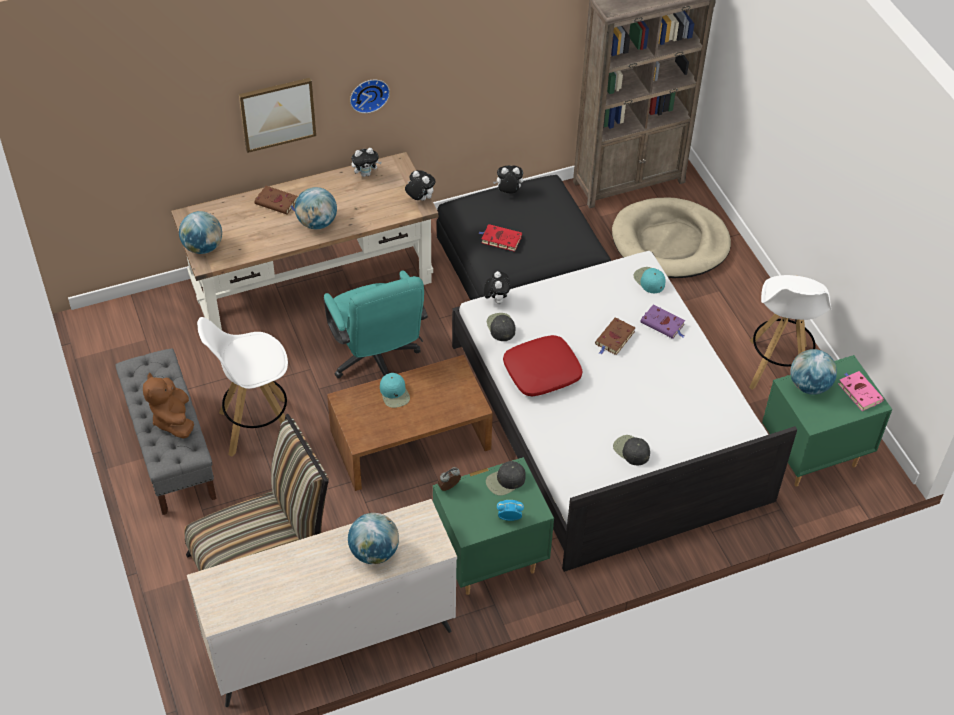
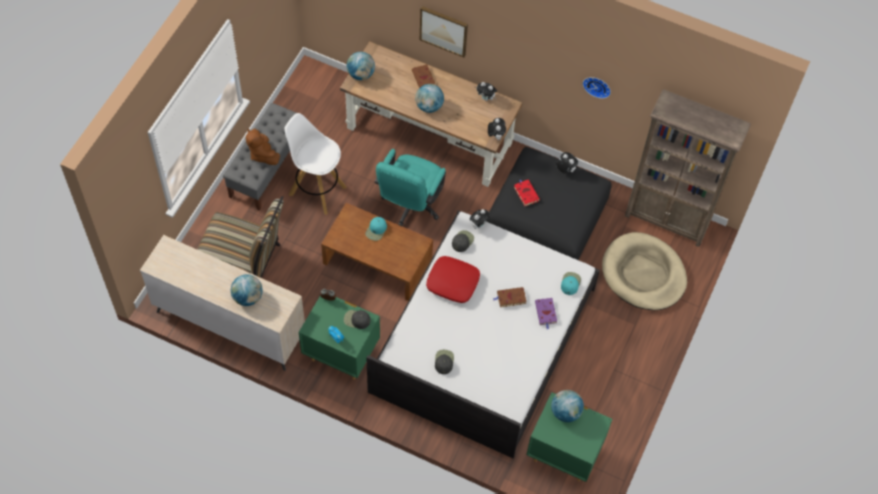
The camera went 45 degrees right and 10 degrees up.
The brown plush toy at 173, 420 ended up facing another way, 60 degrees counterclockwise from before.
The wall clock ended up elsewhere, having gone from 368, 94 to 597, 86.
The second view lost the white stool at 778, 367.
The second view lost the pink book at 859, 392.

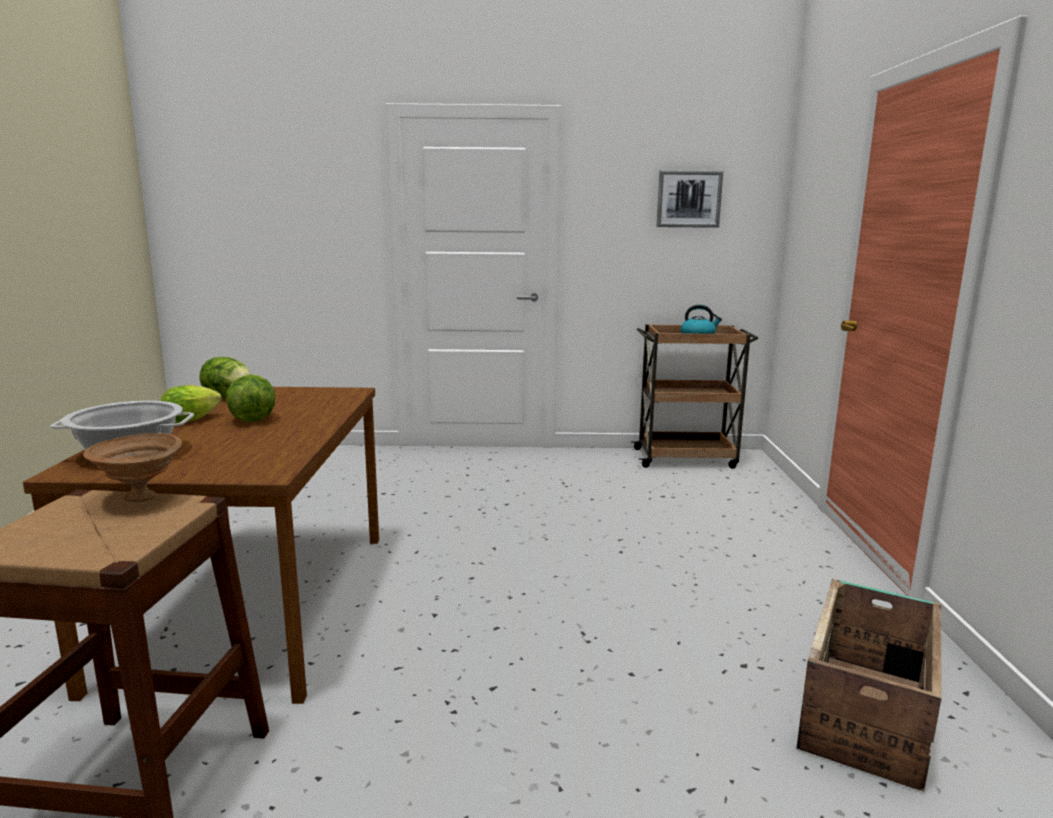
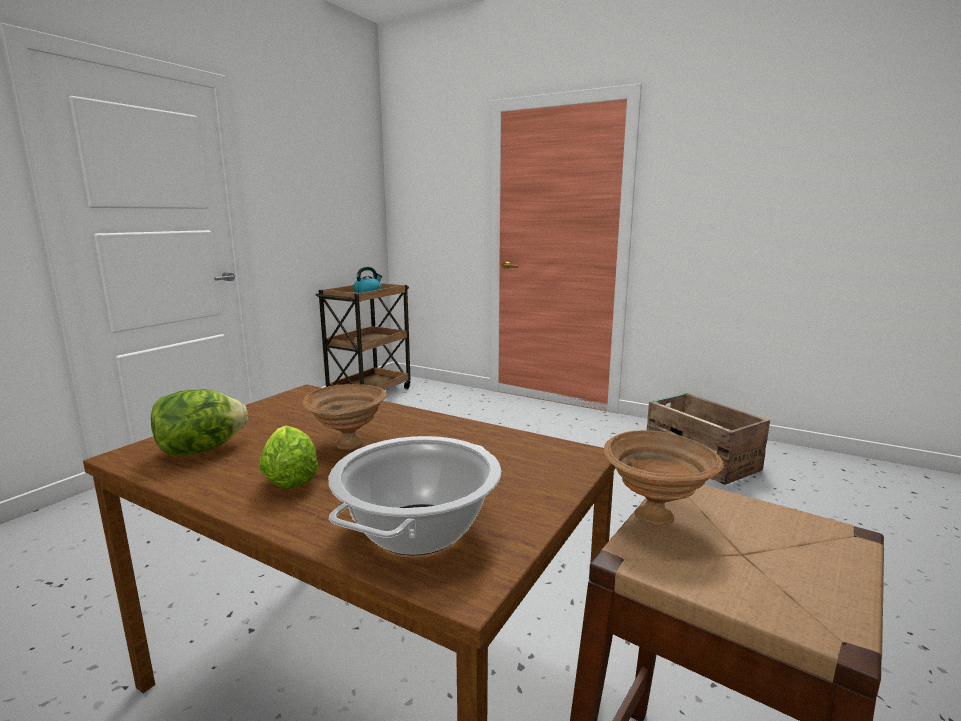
The camera went 60 degrees left and 0 degrees up.
Where the lettuce stood at 253, 419, the brown bowl came to stand at 349, 445.
The second view lost the picture at 689, 199.

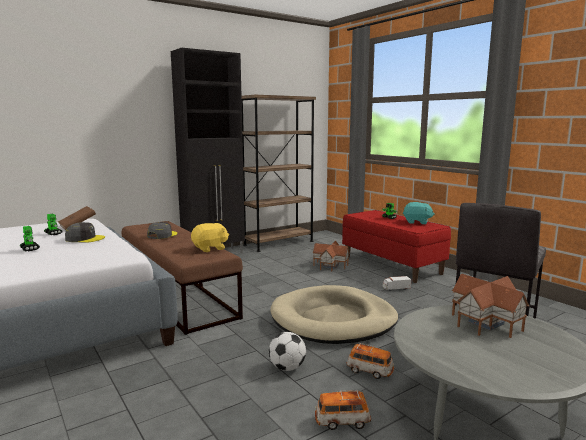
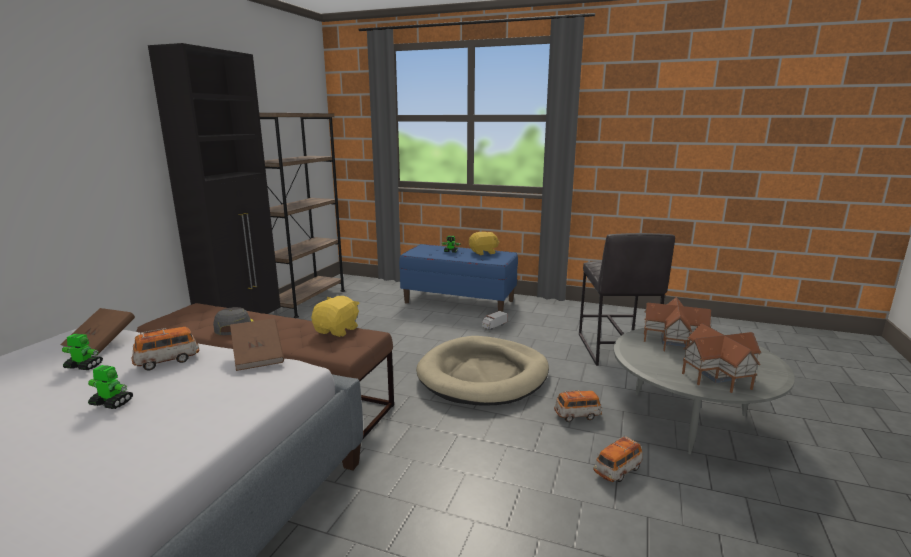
The camera went 35 degrees left and 5 degrees up.
Where the grey cap stood at 85, 238, the toy car came to stand at 167, 361.
The second view gained the brown book at 258, 357.
What was the red bench at 392, 265 turned into the blue bench at 459, 301.
What was the turquoise plush toy at 417, 222 turned into the yellow plush toy at 483, 252.
The toy house ended up elsewhere, having gone from 331, 266 to 719, 375.
The second view lost the football at 287, 368.

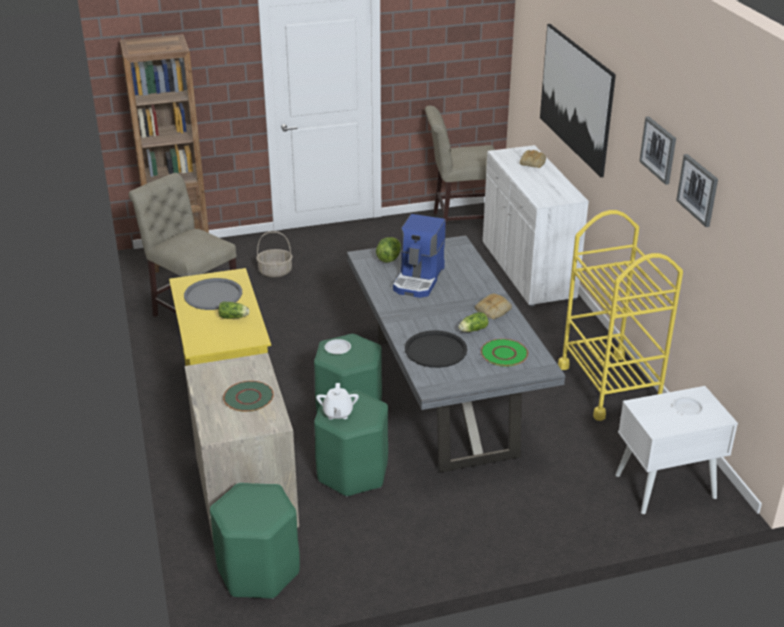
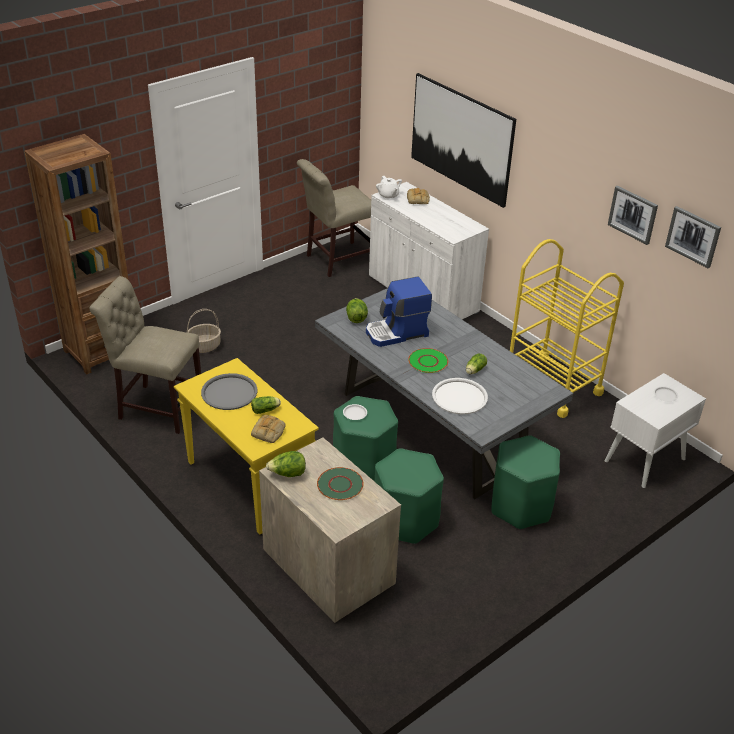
The camera went 25 degrees left and 5 degrees up.
The bread ended up elsewhere, having gone from 493, 310 to 268, 432.
The second view gained the lettuce at 287, 474.
The coffee machine at 419, 279 ended up facing another way, 75 degrees clockwise from before.
The white teapot ended up elsewhere, having gone from 337, 413 to 388, 196.
The green plate ended up elsewhere, having gone from 503, 354 to 428, 361.
What was the black tray at 435, 350 turned into the white tray at 459, 397.
The green stool ended up elsewhere, having gone from 258, 572 to 520, 507.
The picture ended up elsewhere, having gone from 658, 150 to 693, 236.

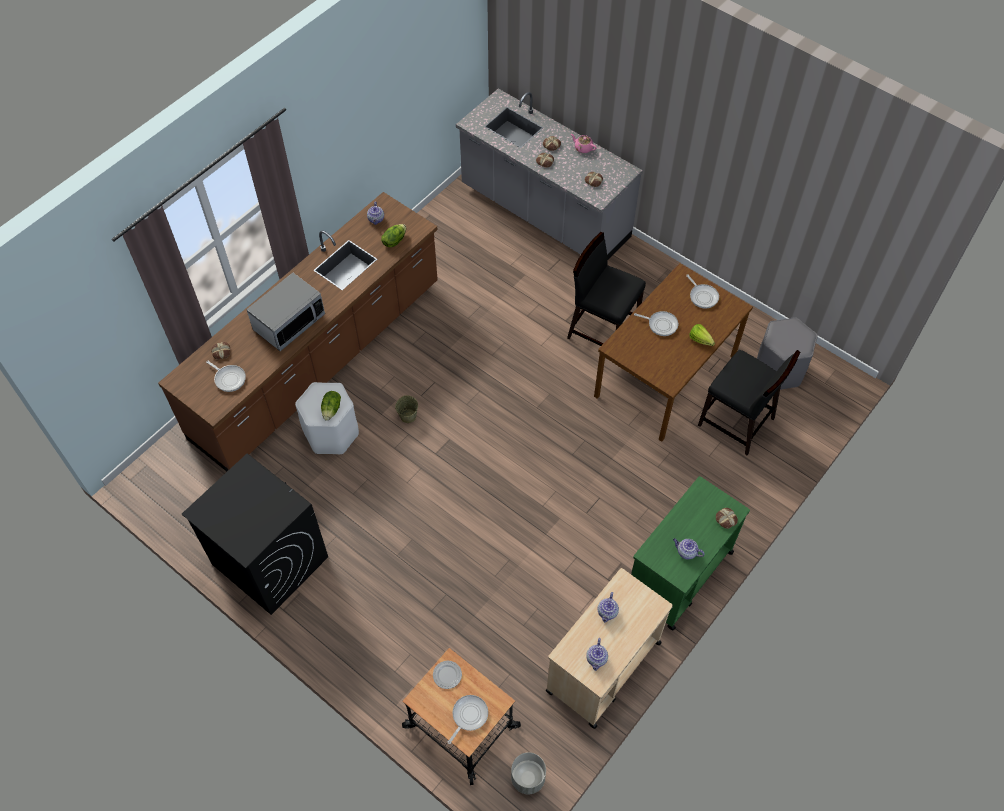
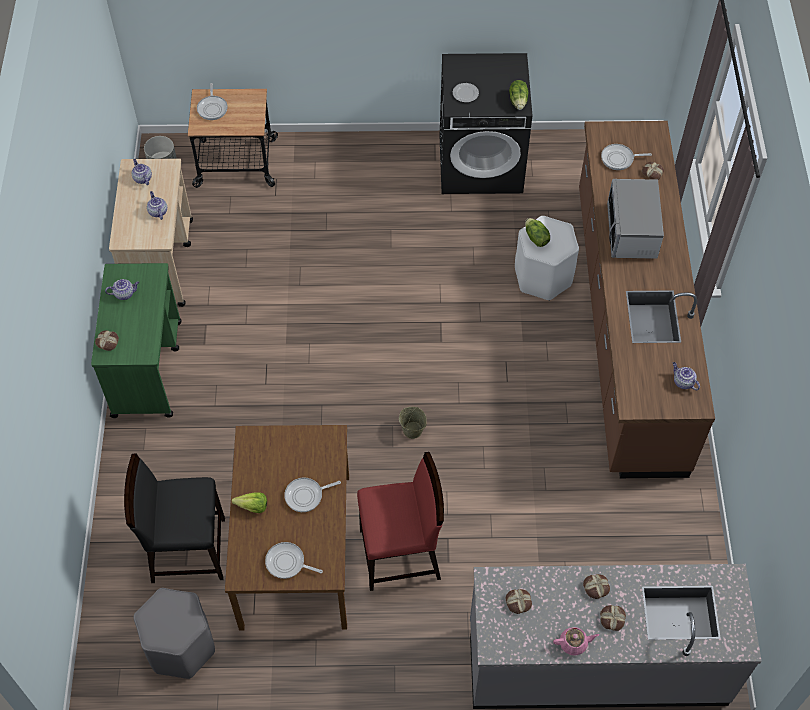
The camera went 140 degrees right and 0 degrees up.
What was the black chair at 602, 330 turned into the red chair at 401, 554.
The beige bucket ended up elsewhere, having gone from 408, 416 to 412, 430.
The plate ended up elsewhere, having gone from 447, 675 to 465, 93.
The lettuce ended up elsewhere, having gone from 394, 241 to 518, 101.

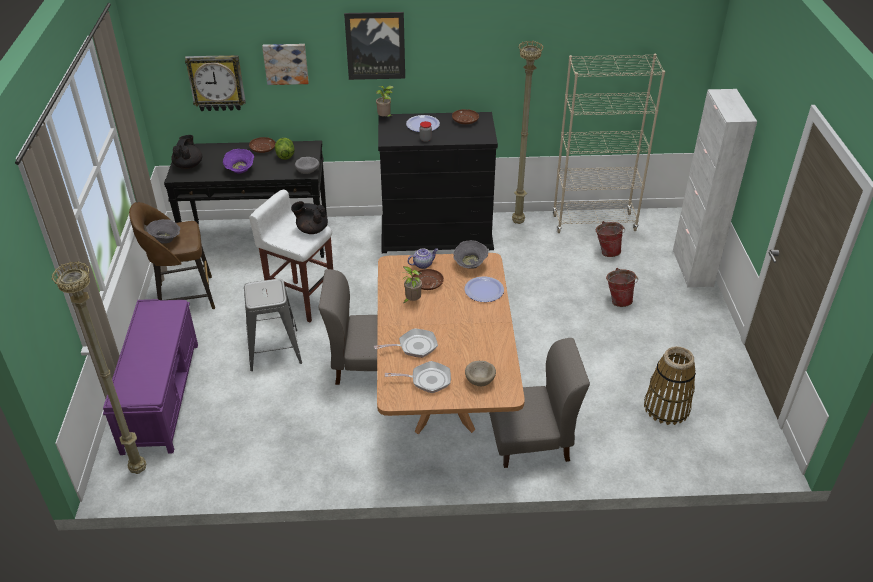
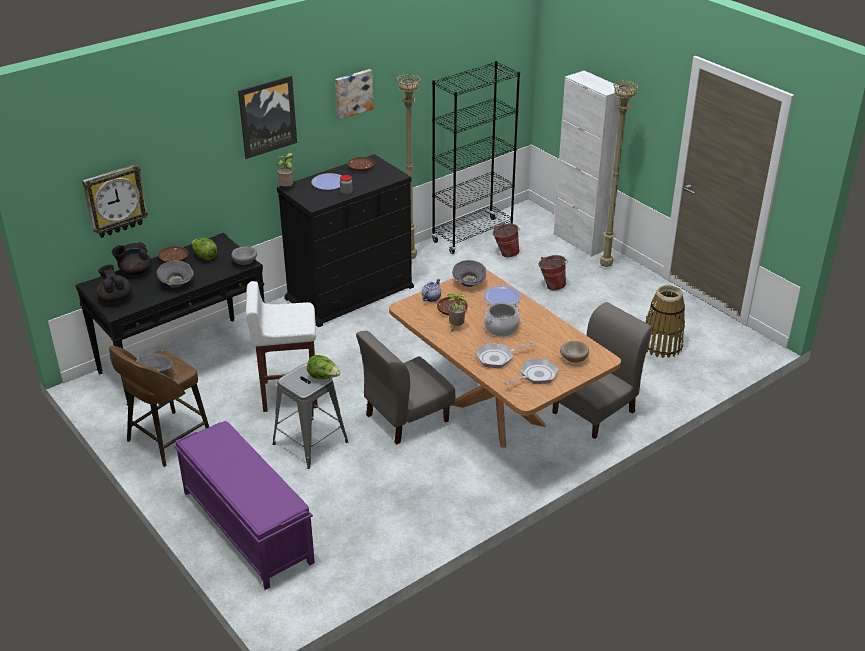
The camera went 35 degrees left and 5 degrees down.
The black teapot ended up elsewhere, having gone from 312, 229 to 135, 272.
What was the purple bowl at 240, 170 turned into the grey bowl at 177, 284.
The second view gained the lettuce at 323, 377.
The picture ended up elsewhere, having gone from 286, 63 to 353, 93.
What was the beige bookcase at 594, 223 turned into the black bookcase at 472, 236.
The frying pan at 414, 346 ended up facing another way, 150 degrees counterclockwise from before.
The second view gained the cooking pot at 501, 328.
The beige floor lamp ended up elsewhere, having gone from 139, 471 to 606, 266.

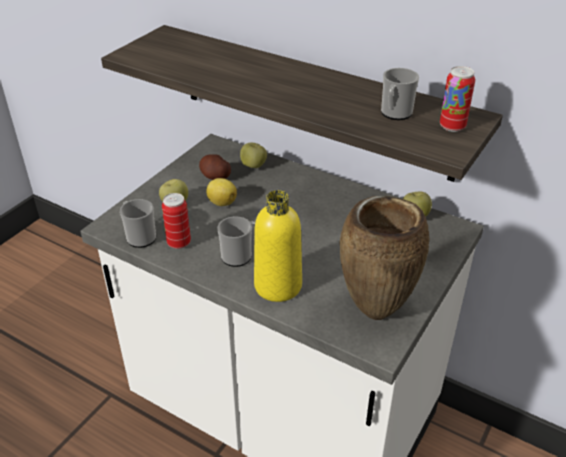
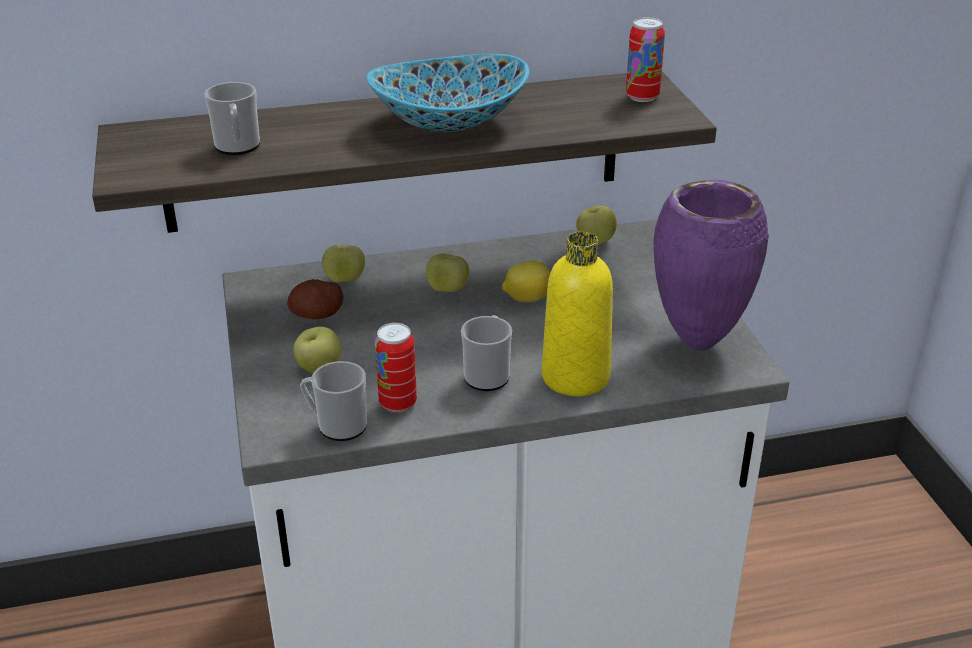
The camera went 45 degrees left and 5 degrees down.
The mug ended up elsewhere, having gone from 395, 114 to 238, 147.
The second view gained the bowl at 450, 122.
The second view gained the apple at 447, 290.
The lemon ended up elsewhere, having gone from 221, 202 to 526, 298.
What was the brown vase at 374, 311 turned into the purple vase at 696, 342.

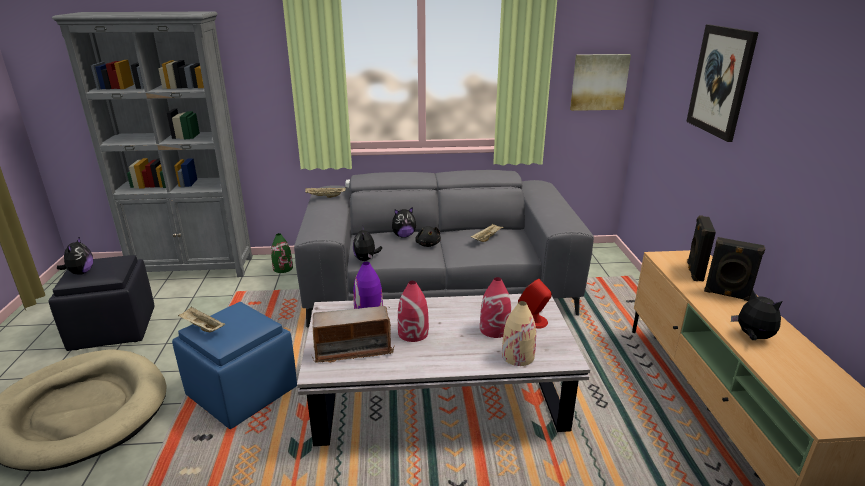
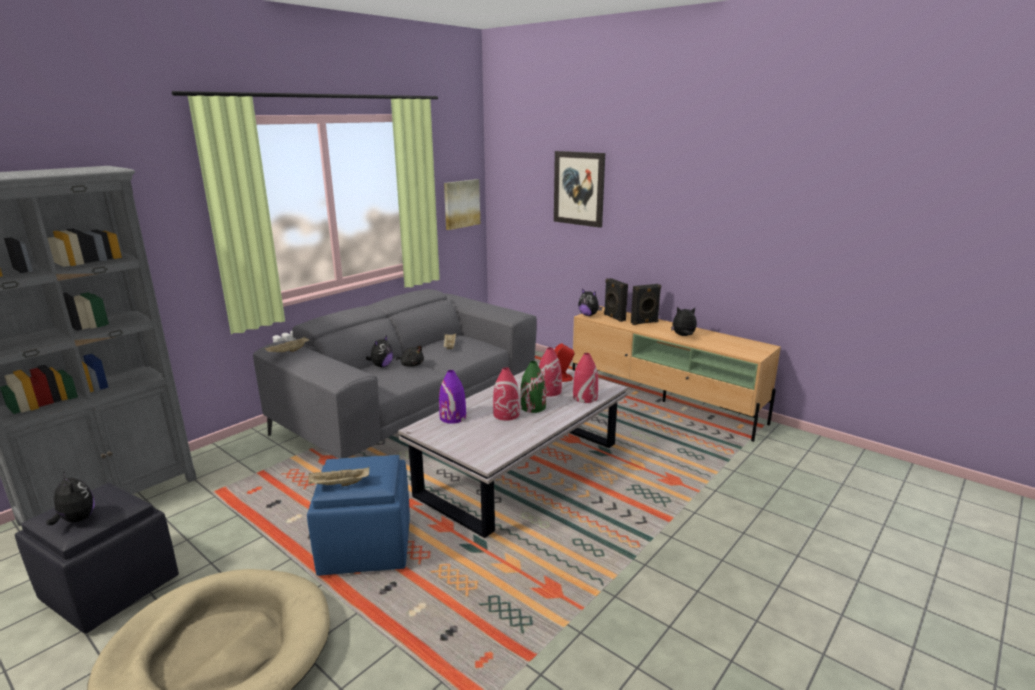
The camera went 45 degrees left and 5 degrees down.
The green vase ended up elsewhere, having gone from 283, 268 to 533, 407.
What was the beige vase at 517, 356 turned into the red vase at 585, 397.
The plush toy ended up elsewhere, having gone from 366, 259 to 588, 315.
The second view lost the radio at 353, 350.

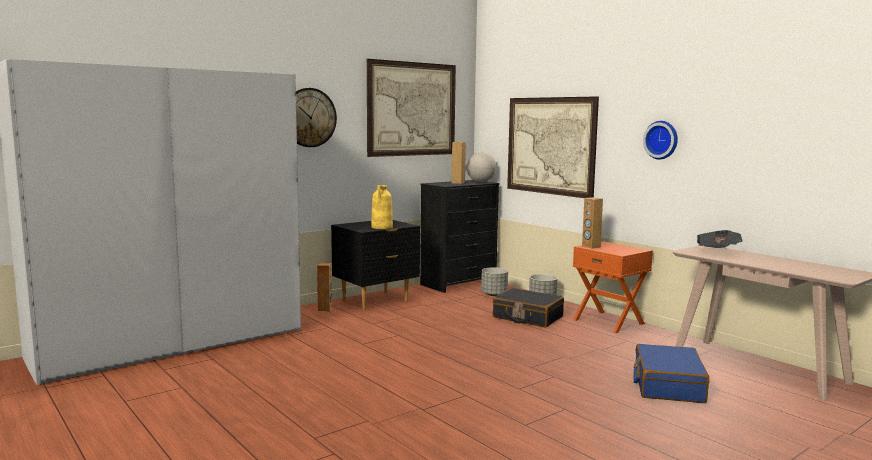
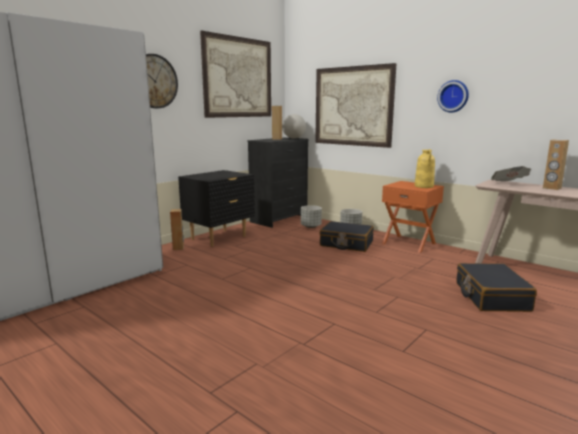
The camera went 10 degrees left and 5 degrees up.
The yellow vase ended up elsewhere, having gone from 382, 227 to 424, 186.
What was the blue suitcase at 667, 385 turned into the black suitcase at 491, 296.
The brown speaker ended up elsewhere, having gone from 591, 246 to 551, 188.

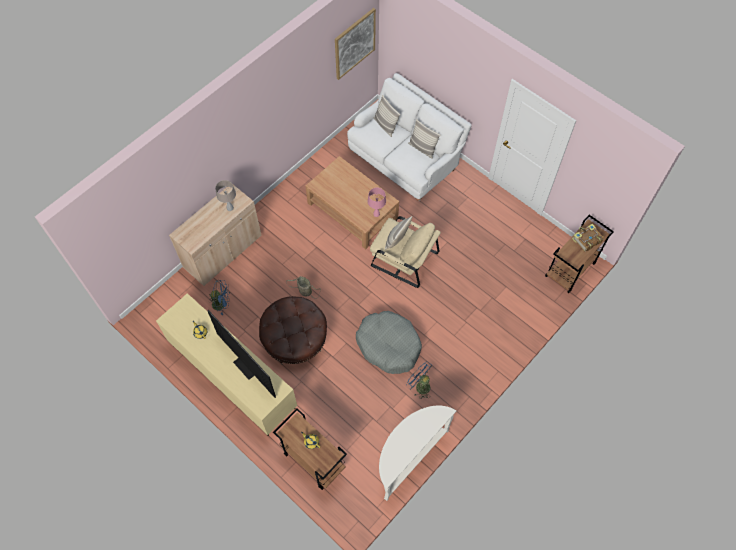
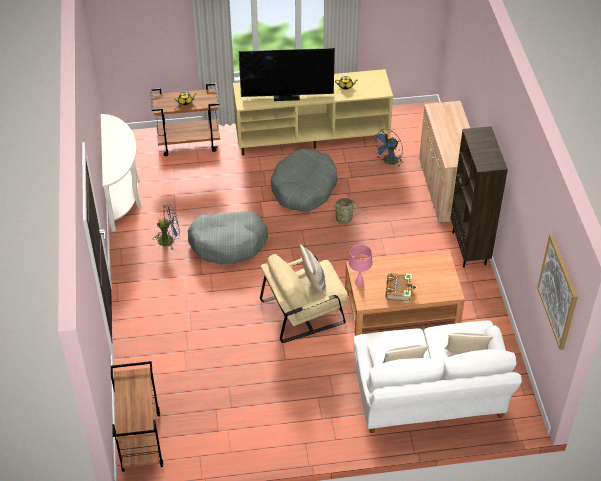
The camera went 130 degrees right and 15 degrees down.
Where the brown ottoman stood at 295, 339, the grey dog bed came to stand at 304, 188.
The book ended up elsewhere, having gone from 586, 240 to 399, 290.
The second view gained the brown bookcase at 469, 248.
The second view lost the beige table lamp at 230, 208.

